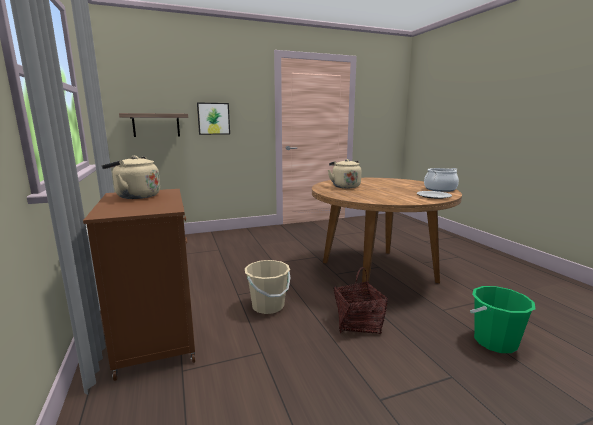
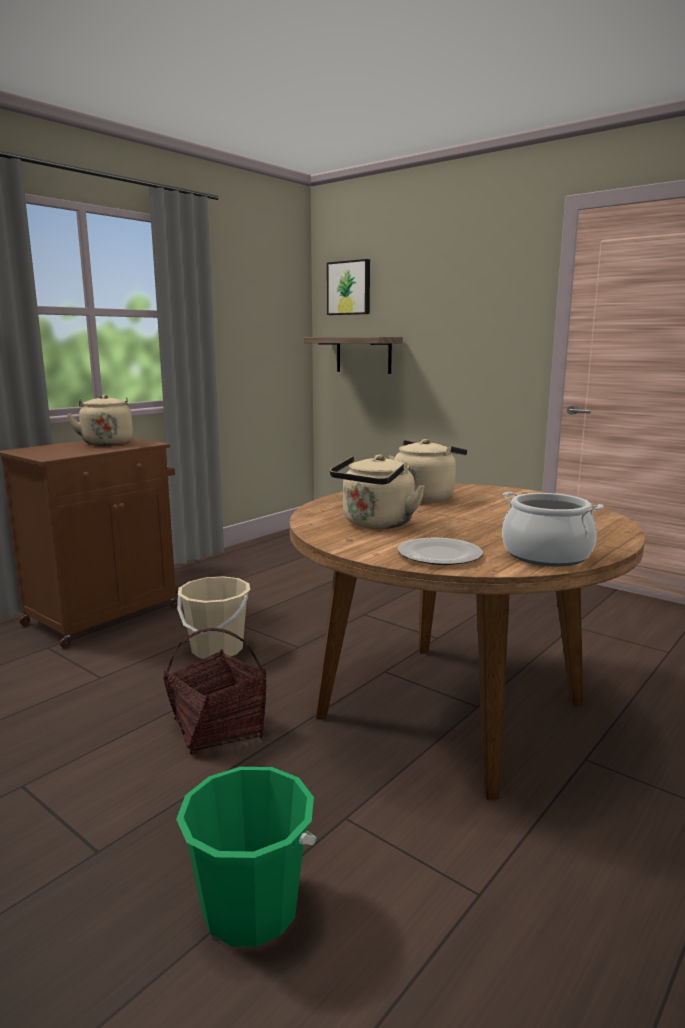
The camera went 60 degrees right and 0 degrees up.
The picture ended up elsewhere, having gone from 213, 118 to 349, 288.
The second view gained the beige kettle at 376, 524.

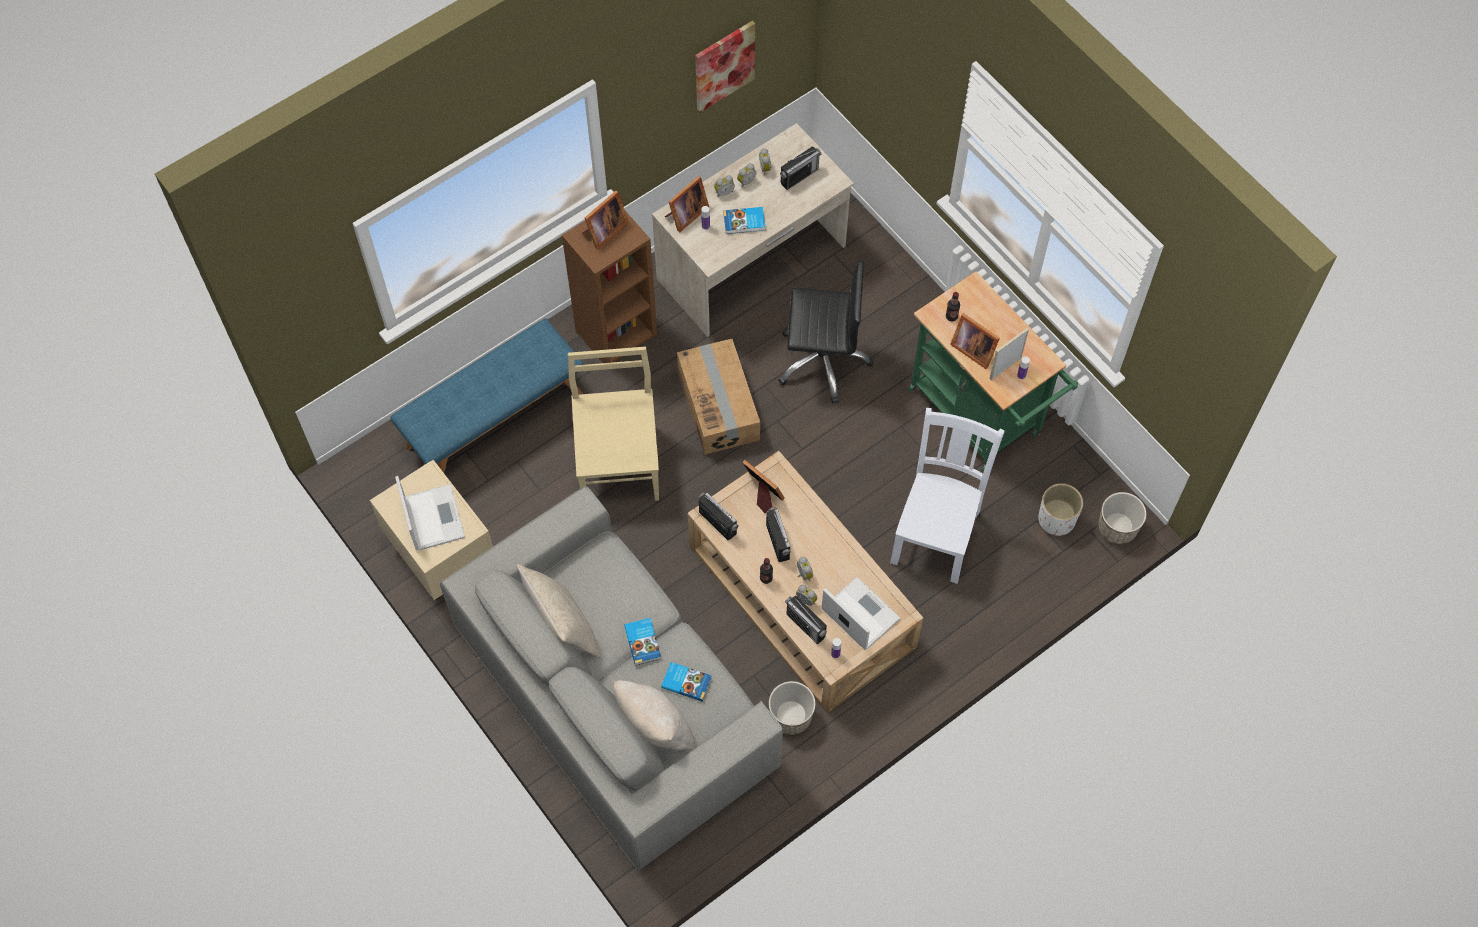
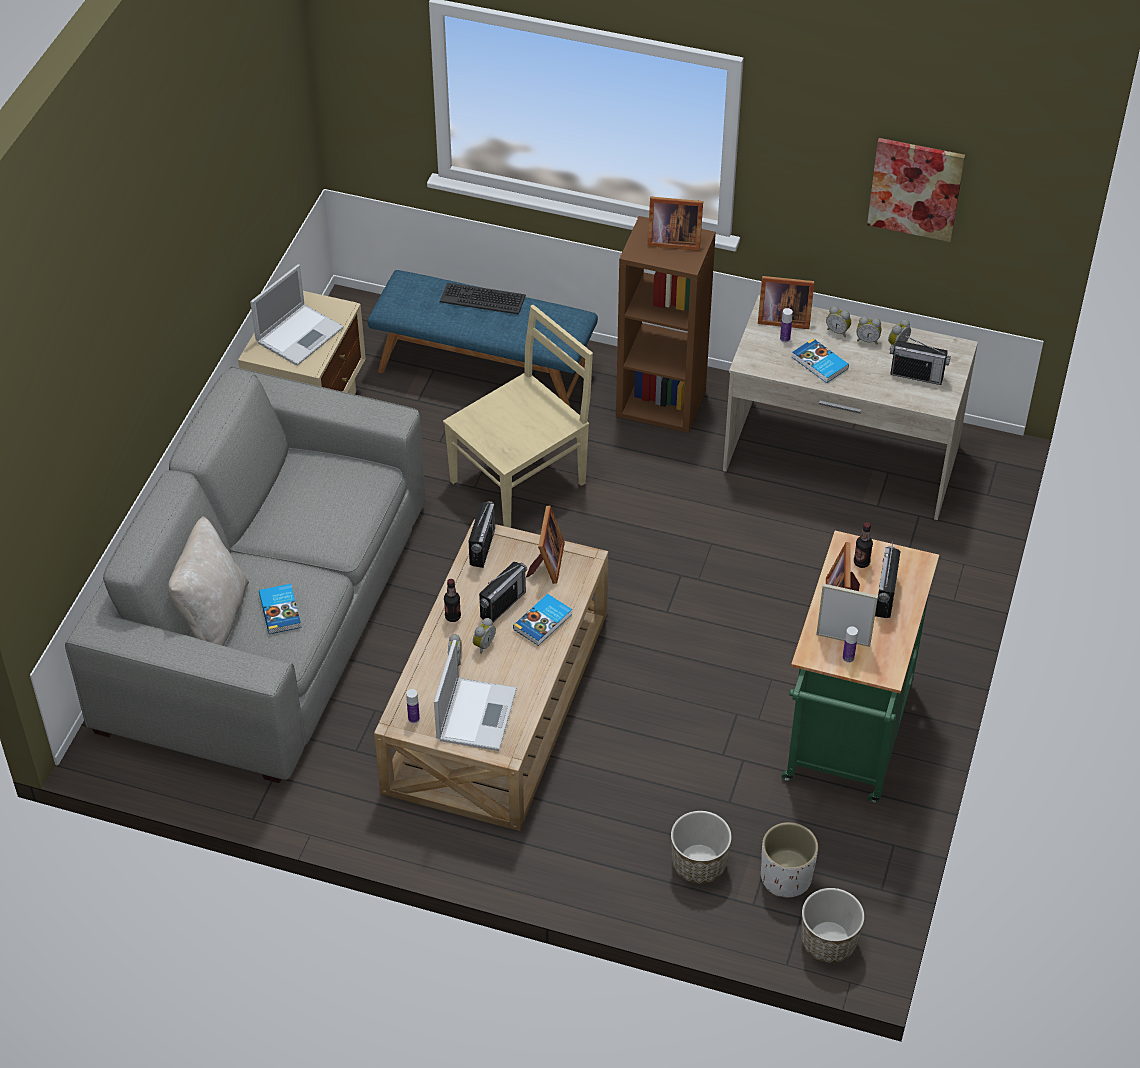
The camera went 55 degrees right and 15 degrees down.
The second view gained the keyboard at 482, 298.
The book ended up elsewhere, having gone from 643, 642 to 543, 622.
The planter ended up elsewhere, having gone from 791, 716 to 698, 864.
The radio ended up elsewhere, having gone from 806, 625 to 885, 596.
The second view lost the beige pillow at 563, 628.
The second view lost the cardboard box at 719, 405.
The second view lost the black office chair at 823, 360.
The second view lost the white chair at 936, 534.

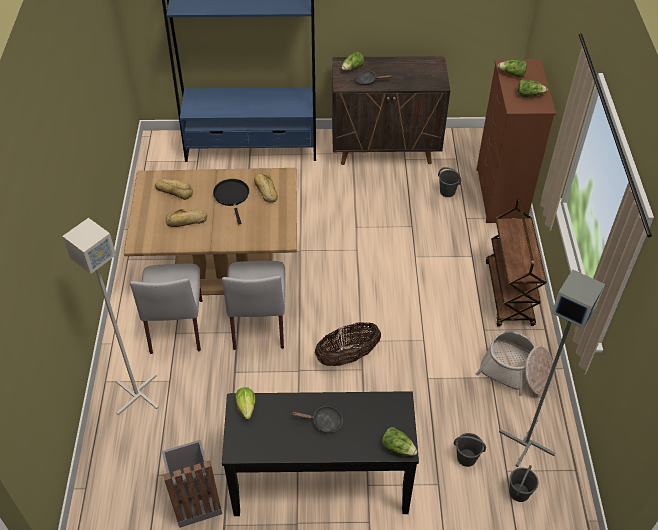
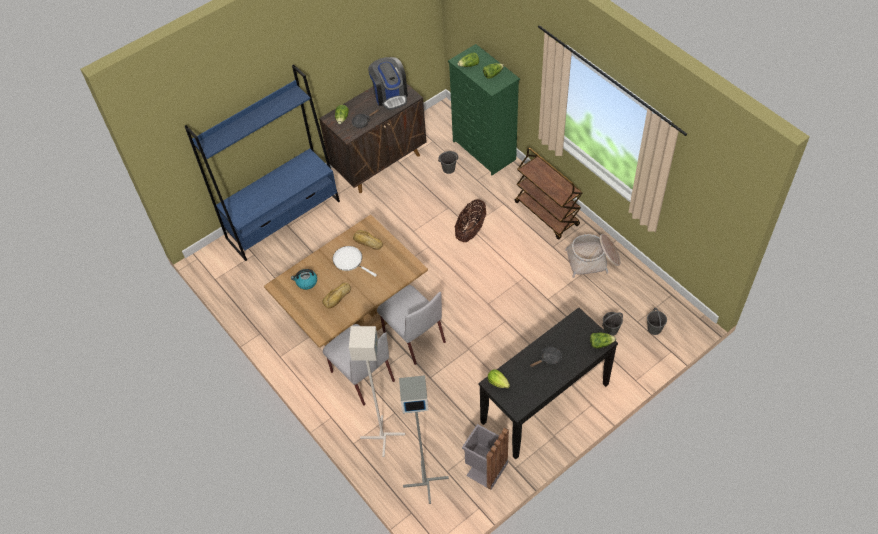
The camera went 35 degrees left and 5 degrees up.
Where the bread stood at 174, 191, the kettle came to stand at 306, 282.
What was the black frying pan at 232, 196 turned into the white frying pan at 350, 261.
The second view gained the coffee machine at 390, 95.
The grey floor lamp ended up elsewhere, having gone from 526, 442 to 425, 481.
What was the brown dresser at 500, 196 turned into the green dresser at 484, 151.
The basket ended up elsewhere, having gone from 347, 356 to 470, 230.

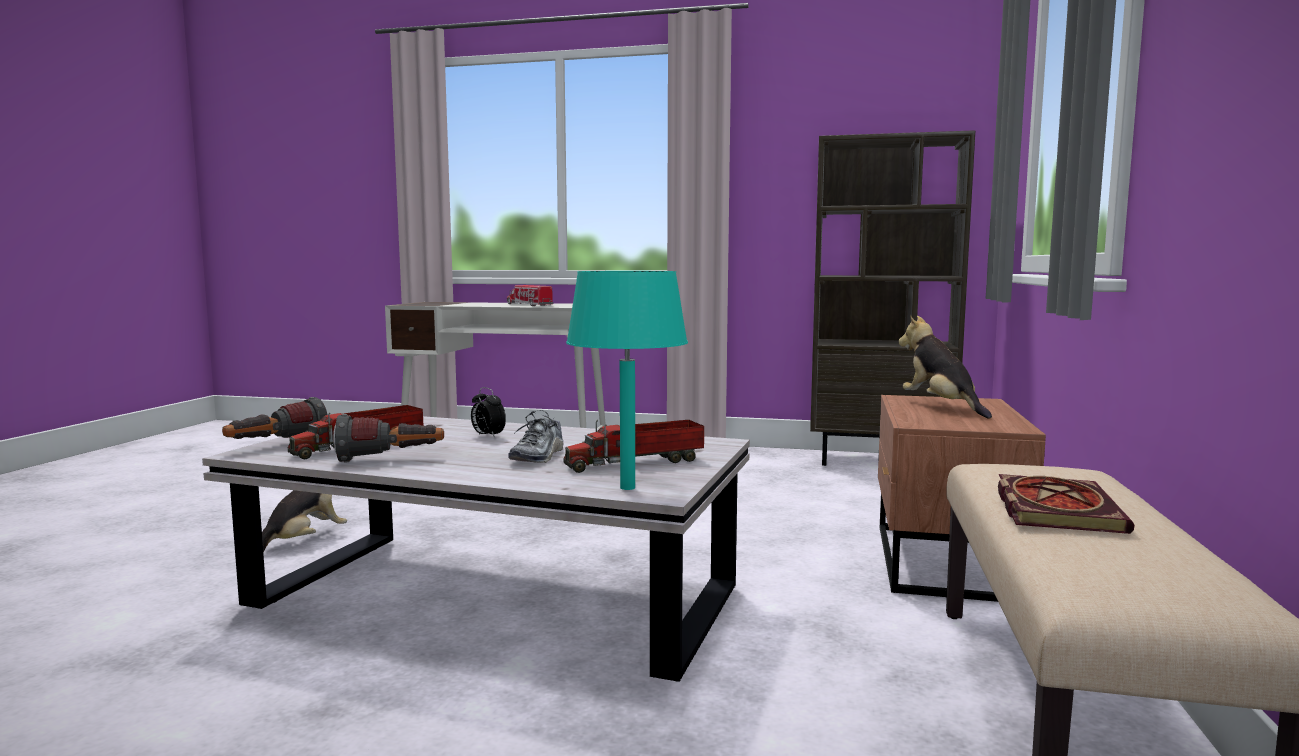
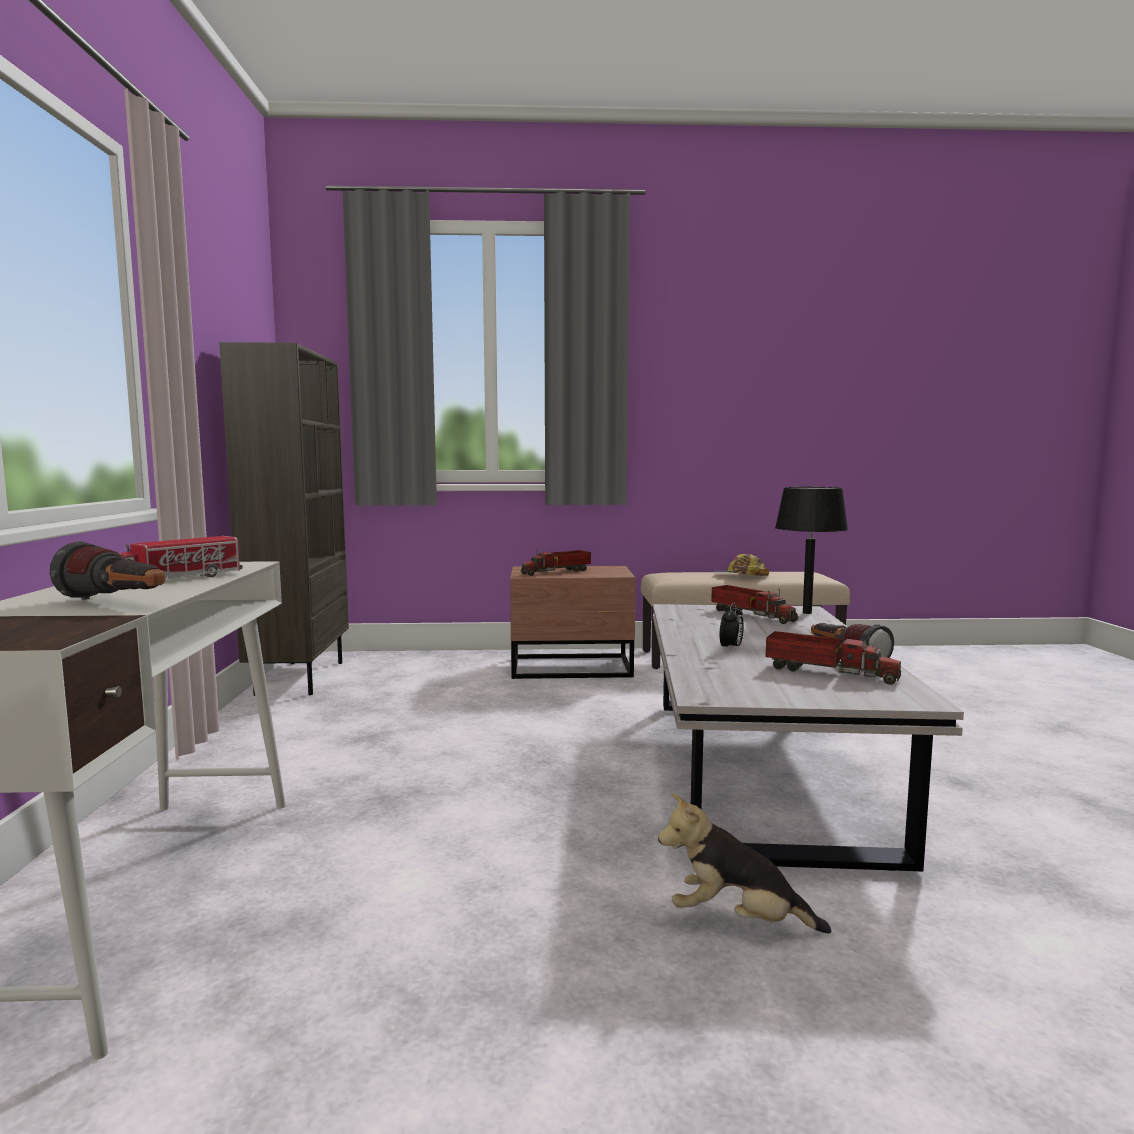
The camera went 105 degrees left and 0 degrees up.
The flashlight ended up elsewhere, having gone from 277, 446 to 118, 603.
Where the plush toy stood at 941, 407, the toy truck came to stand at 557, 572.
Where the book stood at 1053, 508, the cap came to stand at 740, 576.
What was the turquoise table lamp at 627, 488 turned into the black table lamp at 807, 613.
The second view lost the shoe at 538, 456.

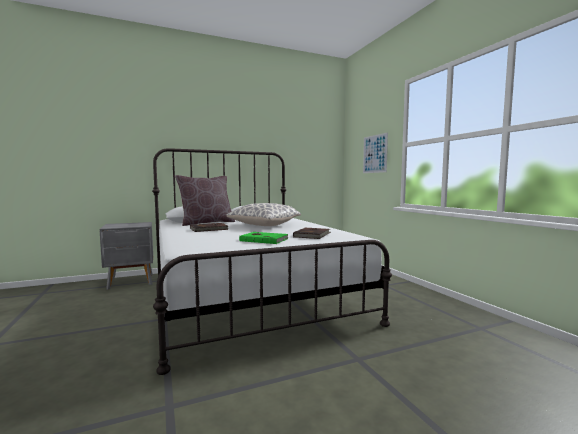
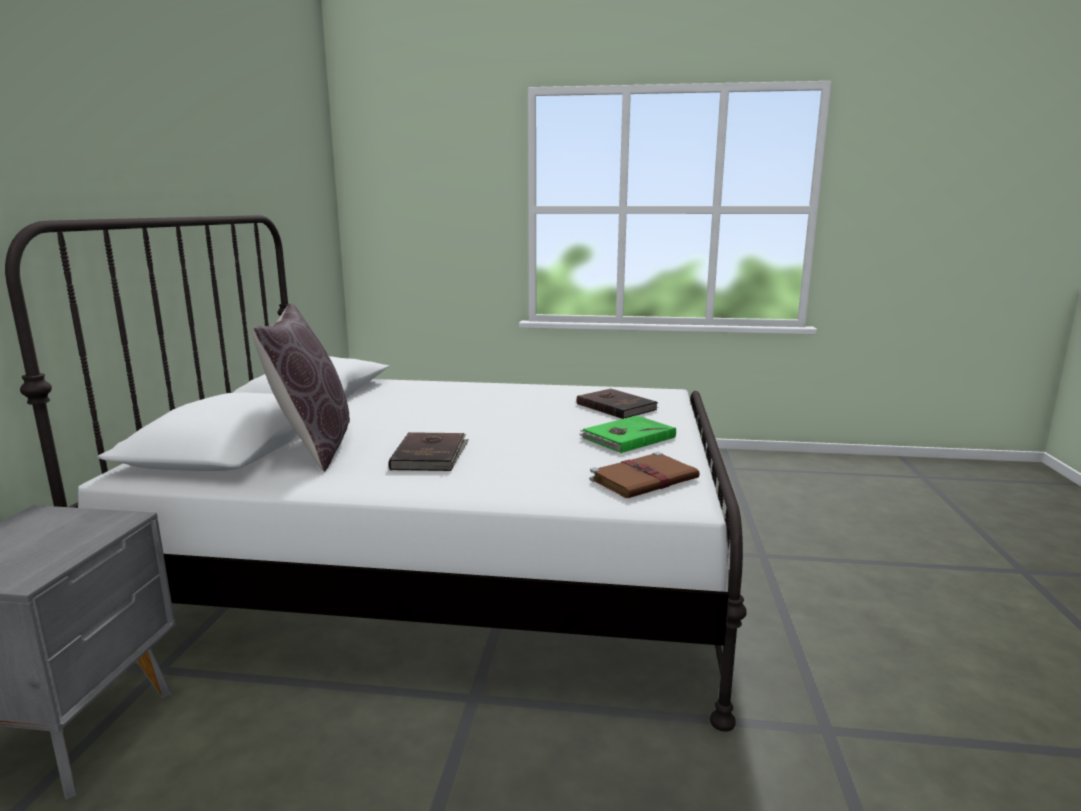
The camera went 60 degrees left and 10 degrees up.
The second view gained the brown book at 645, 479.
The second view lost the pillow at 264, 226.
The second view lost the picture at 374, 154.

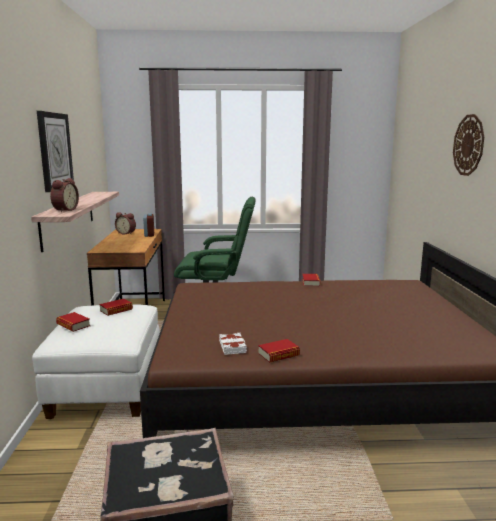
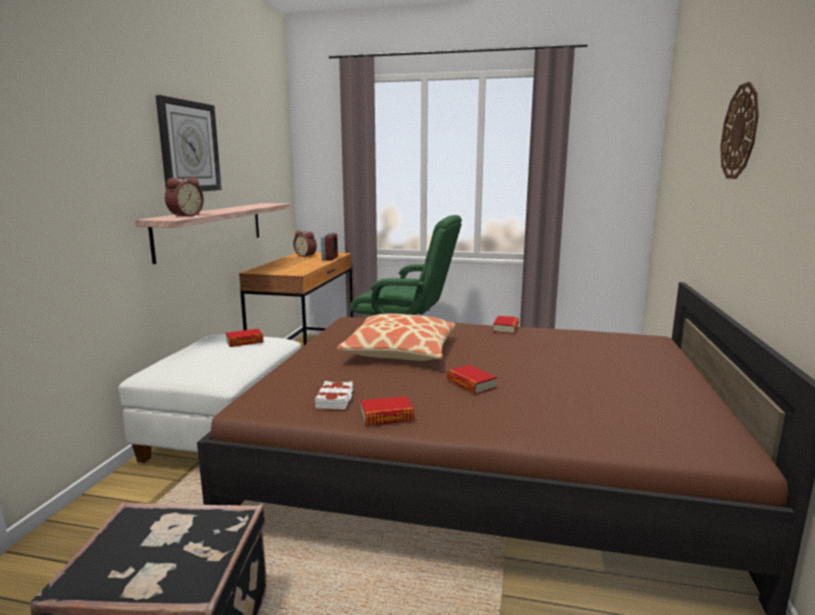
The camera went 15 degrees right and 0 degrees up.
The second view gained the pillow at 400, 350.
The book ended up elsewhere, having gone from 73, 325 to 471, 384.

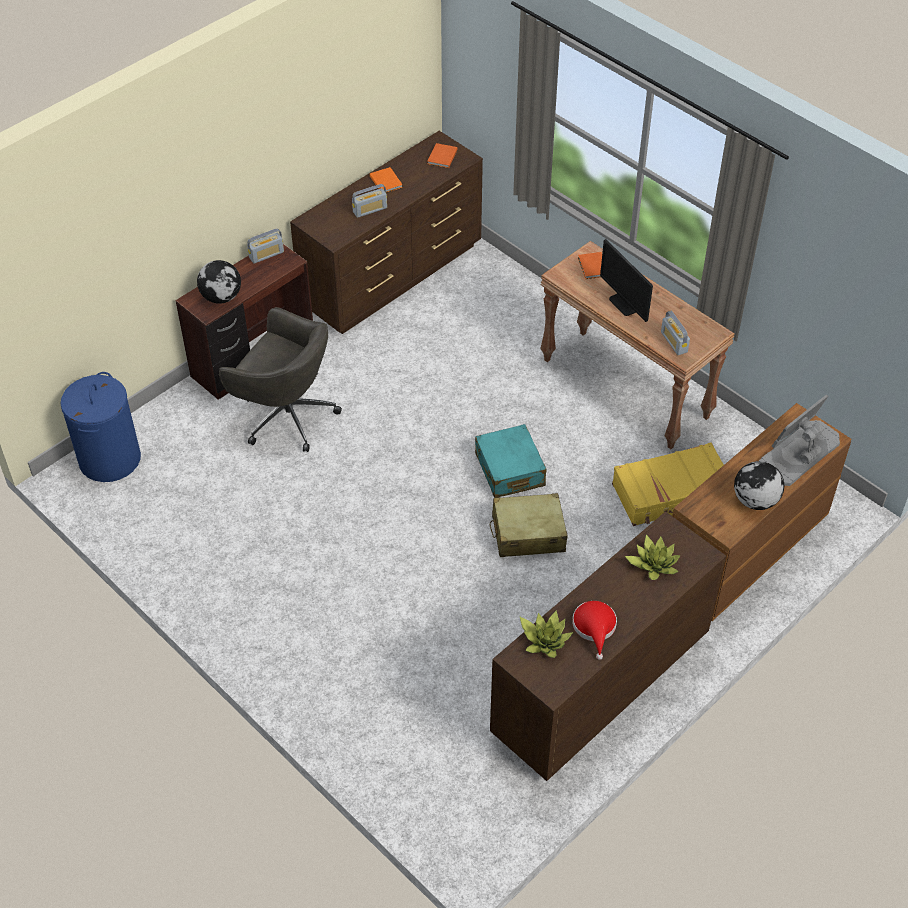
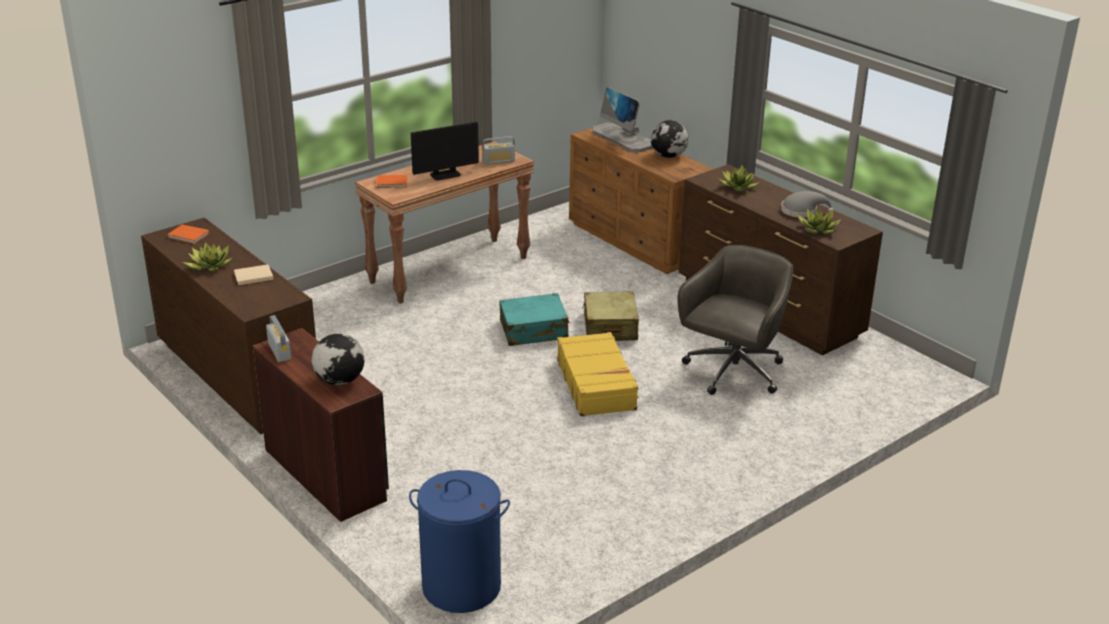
The camera went 85 degrees left and 20 degrees down.
Where the orange book stood at 386, 181, the potted plant came to stand at 209, 266.
Where the radio stood at 370, 210, the beige book came to stand at 252, 276.
The yellow suitcase ended up elsewhere, having gone from 671, 493 to 596, 384.
The grey office chair ended up elsewhere, having gone from 286, 415 to 732, 373.
What was the red hat at 595, 627 turned into the grey hat at 802, 211.

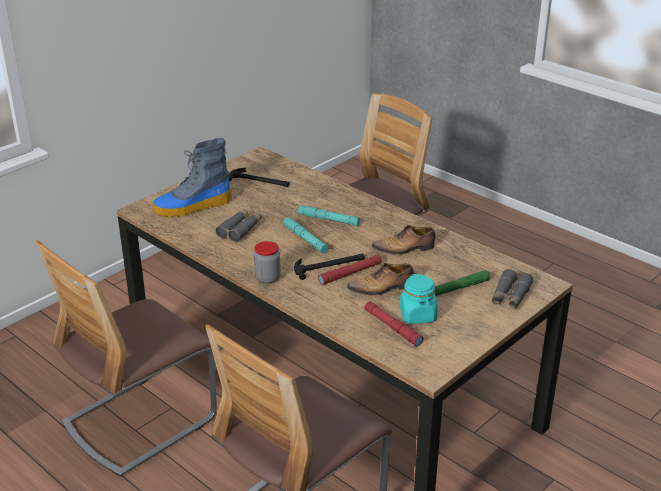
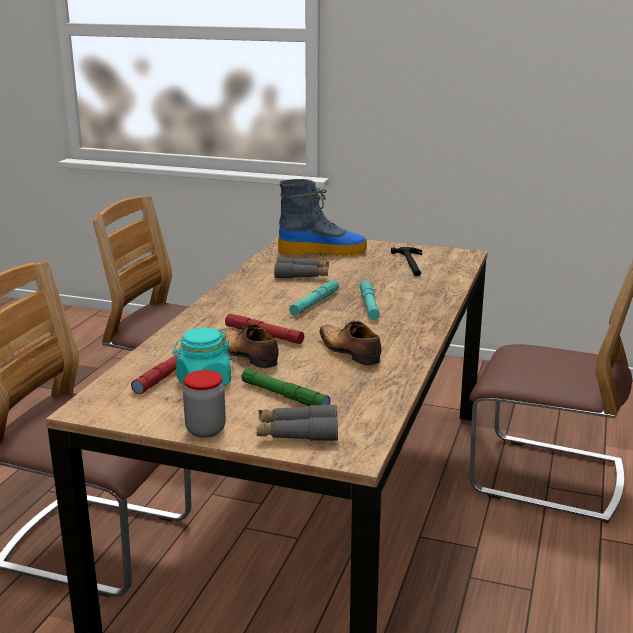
The camera went 65 degrees right and 10 degrees down.
The jar ended up elsewhere, having gone from 267, 278 to 205, 430.
The boot at 192, 207 ended up facing another way, 135 degrees clockwise from before.
The second view lost the hammer at 329, 265.

